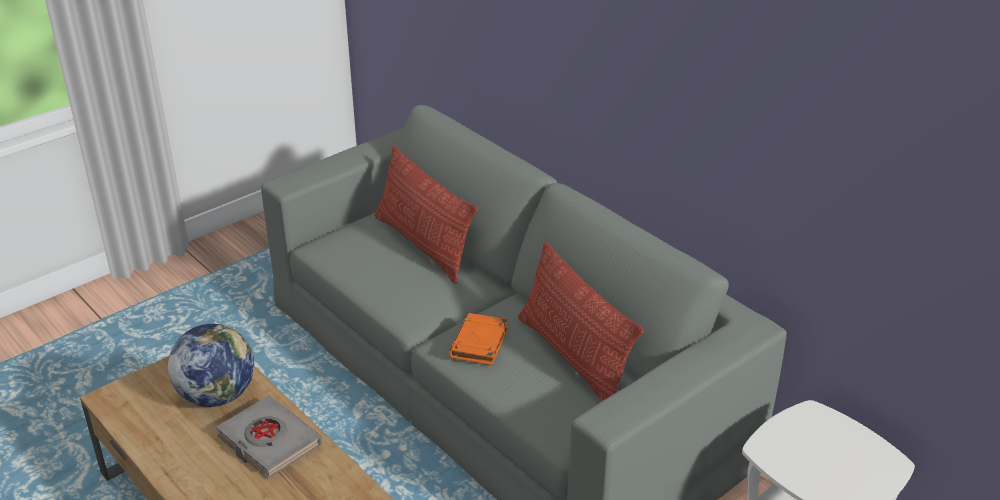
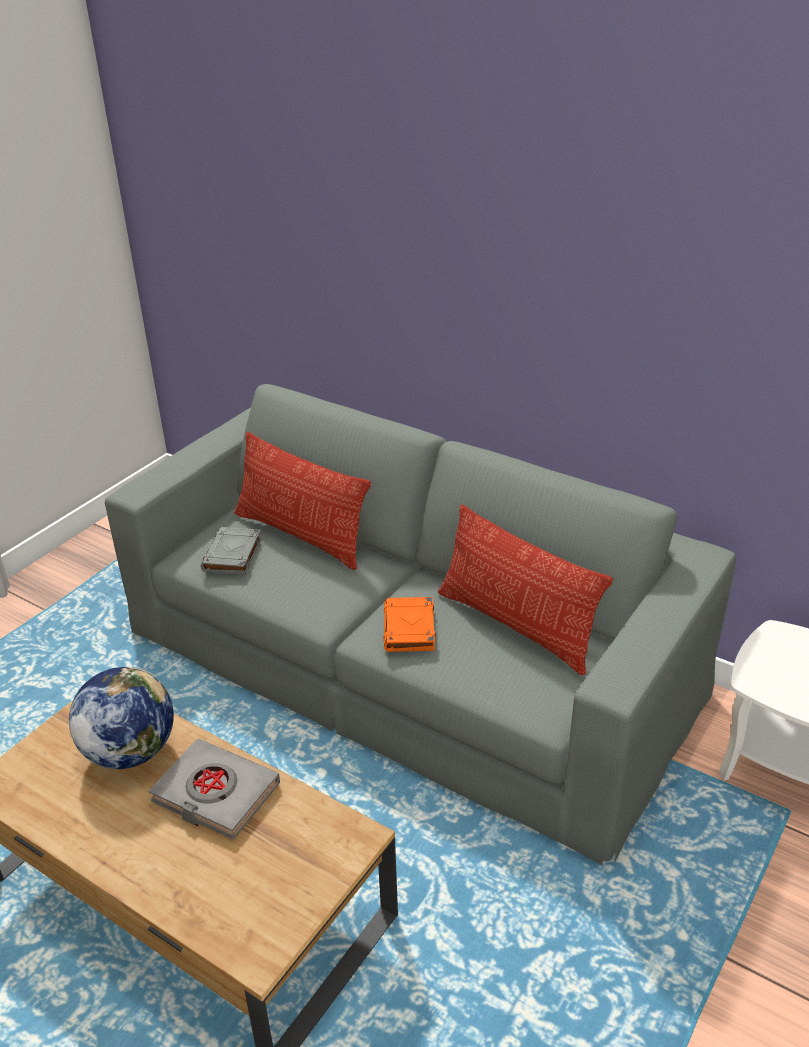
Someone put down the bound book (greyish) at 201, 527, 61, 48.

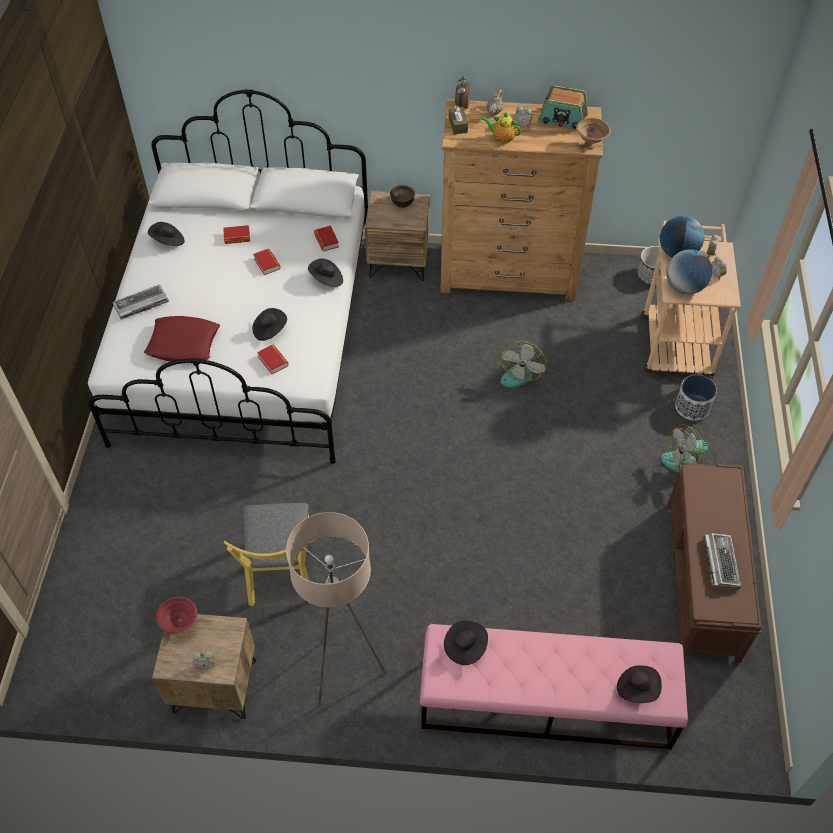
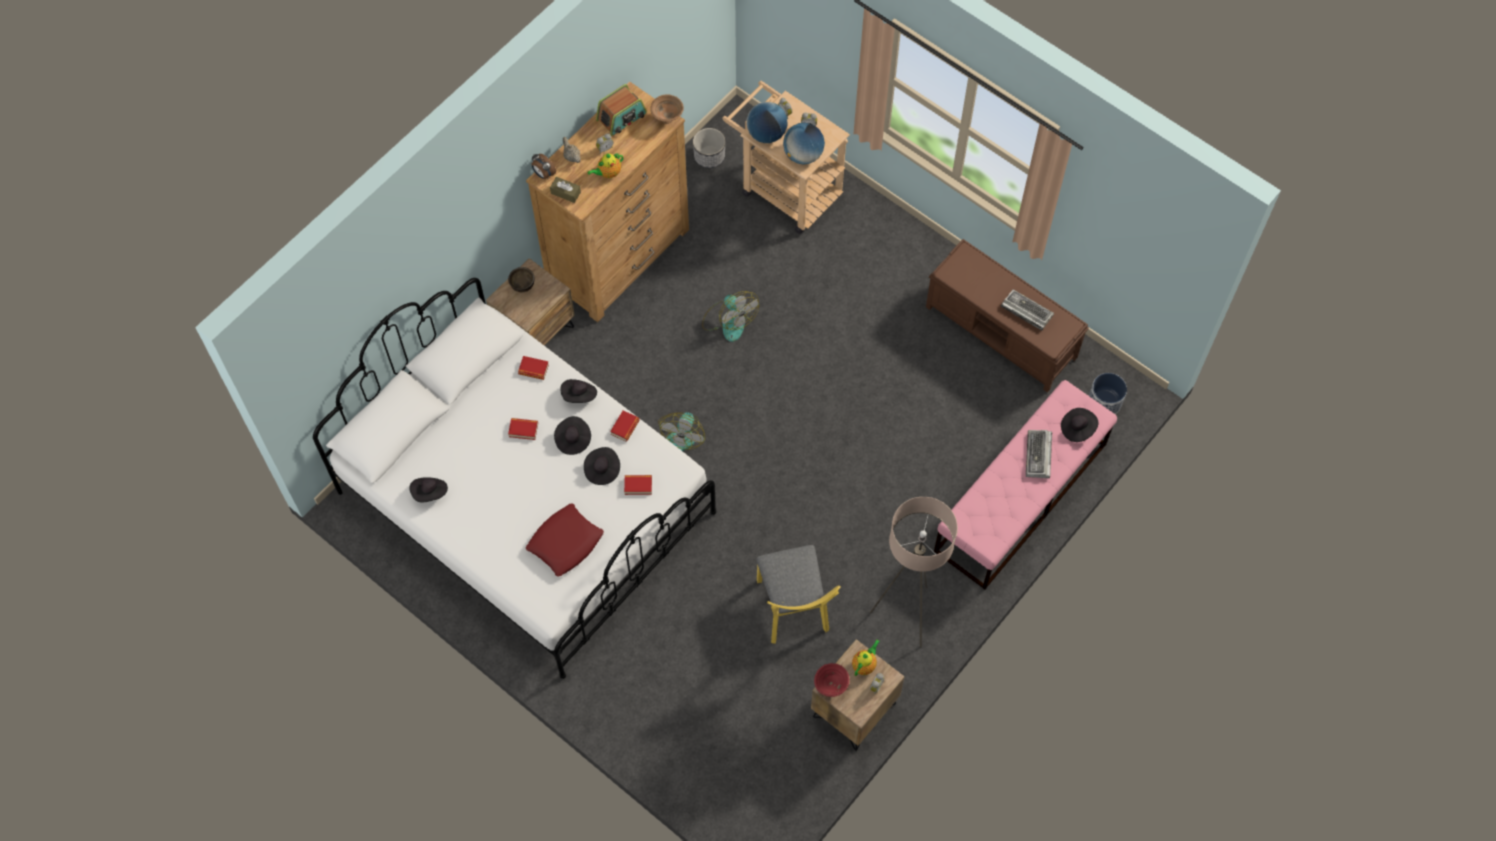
Someone carried the bound book from 223, 225, 27, 19 to 610, 410, 30, 32. Someone carried the keyboard from 113, 285, 56, 35 to 1026, 430, 26, 48. Someone carried the flower pot from 675, 374, 42, 47 to 1089, 373, 38, 41. Someone carried the cooling fan from 661, 424, 52, 49 to 658, 412, 47, 39. Someone rotated the chair (yellow) at 223, 503, 88, 104 by 45 degrees clockwise. Someone carried the clothing hat (black-coloured) from 444, 621, 44, 44 to 554, 416, 37, 39. Someone put down the teapot at 852, 640, 28, 36.

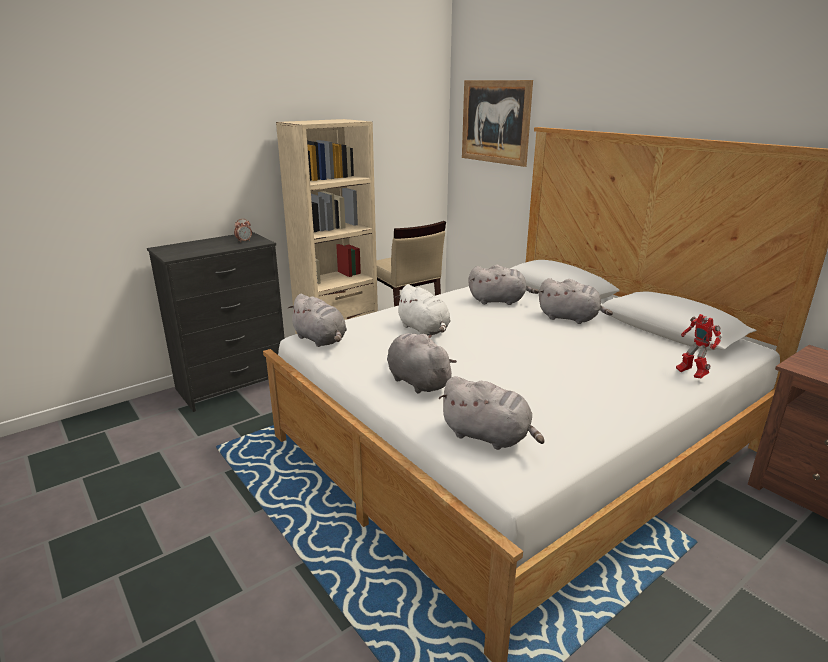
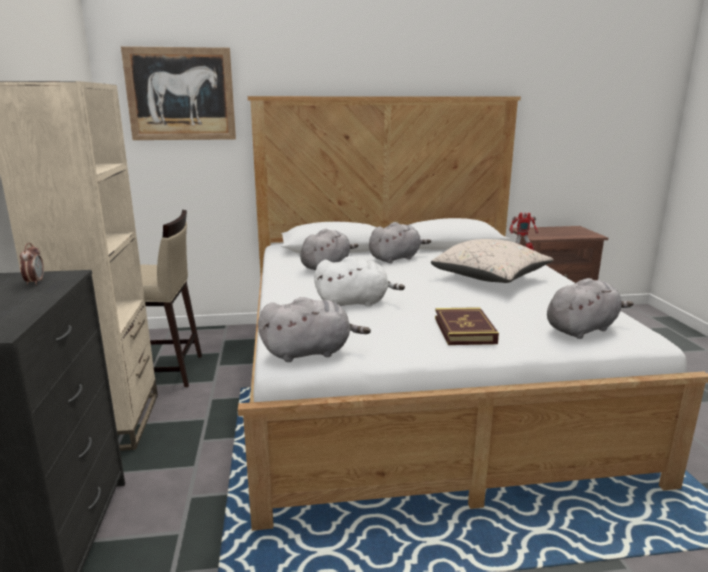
Someone swapped the plush toy (greyish) at 387, 333, 70, 61 for the bound book at 435, 307, 64, 38. Someone put down the cushion (beige-coloured) at 431, 239, 123, 44.

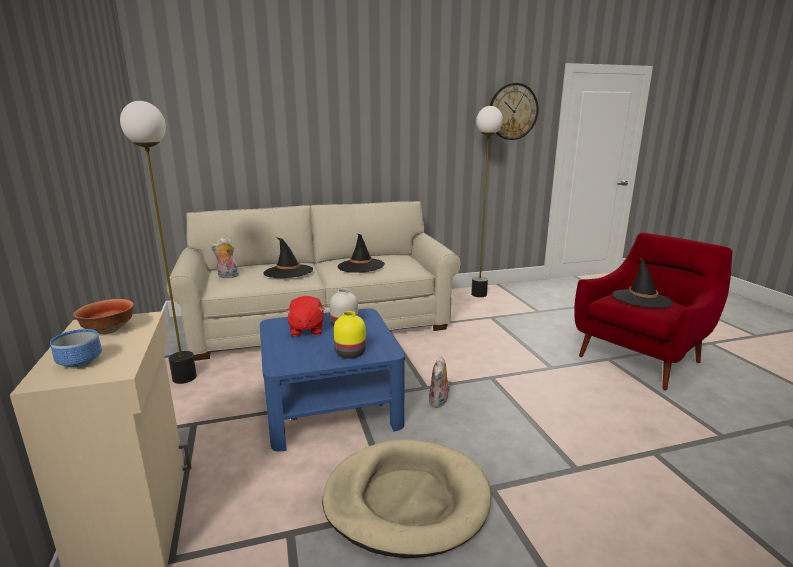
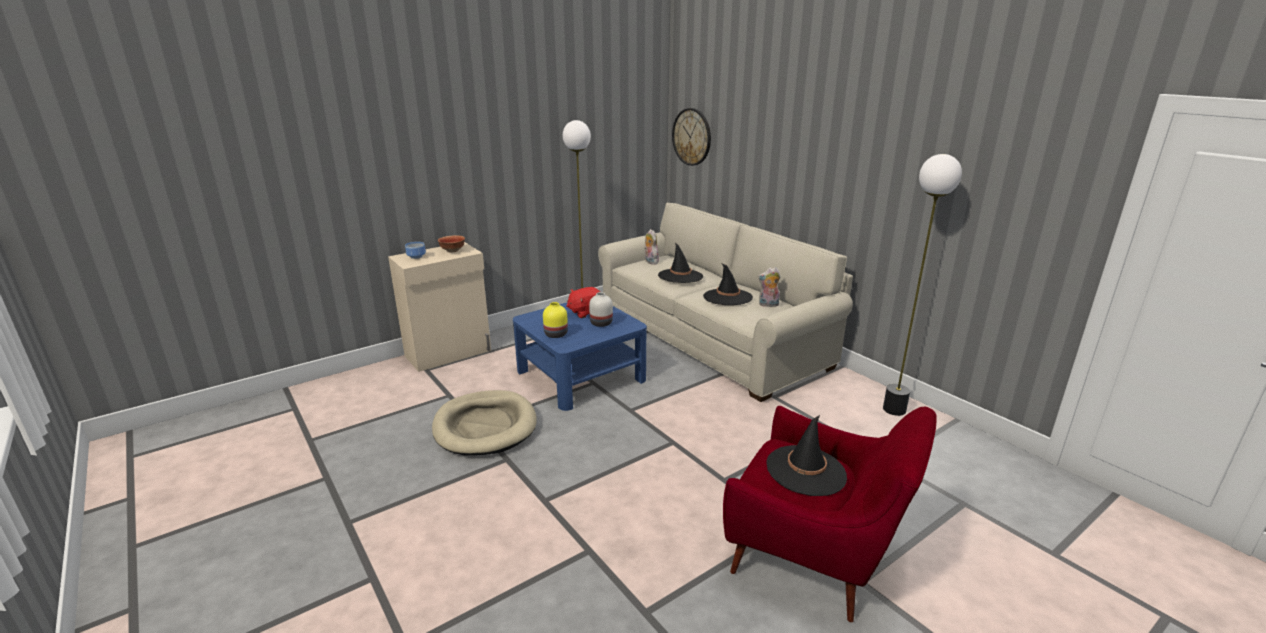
Someone carried the clock on the wall from 490, 83, 48, 57 to 672, 108, 39, 58. Someone carried the plush toy from 429, 357, 23, 51 to 758, 267, 23, 40.

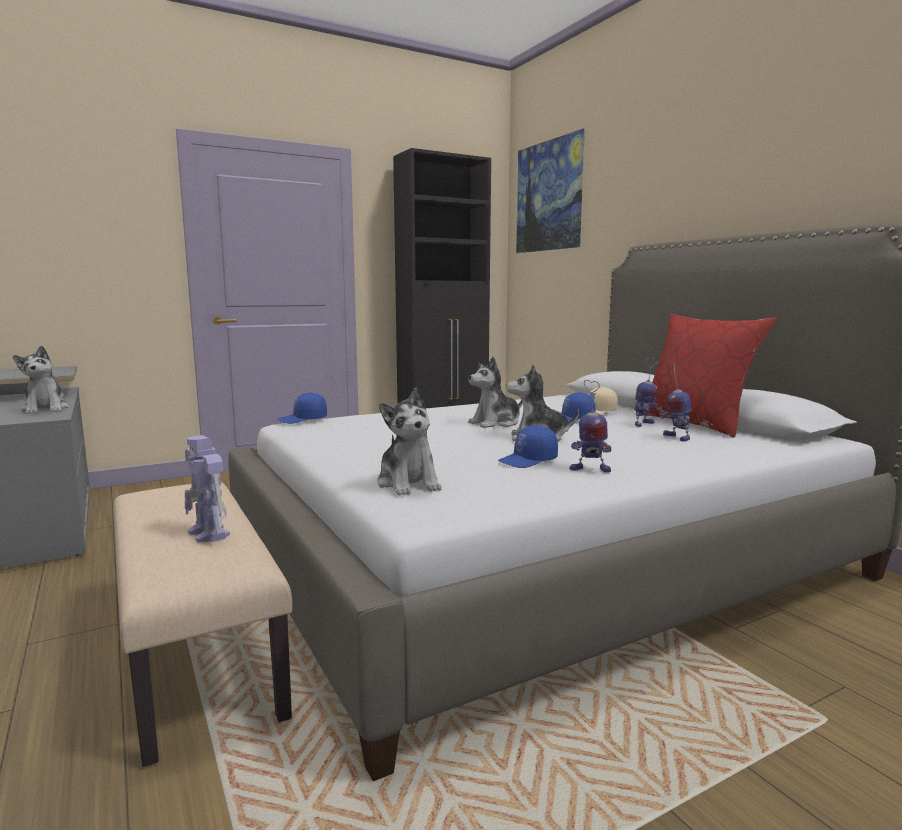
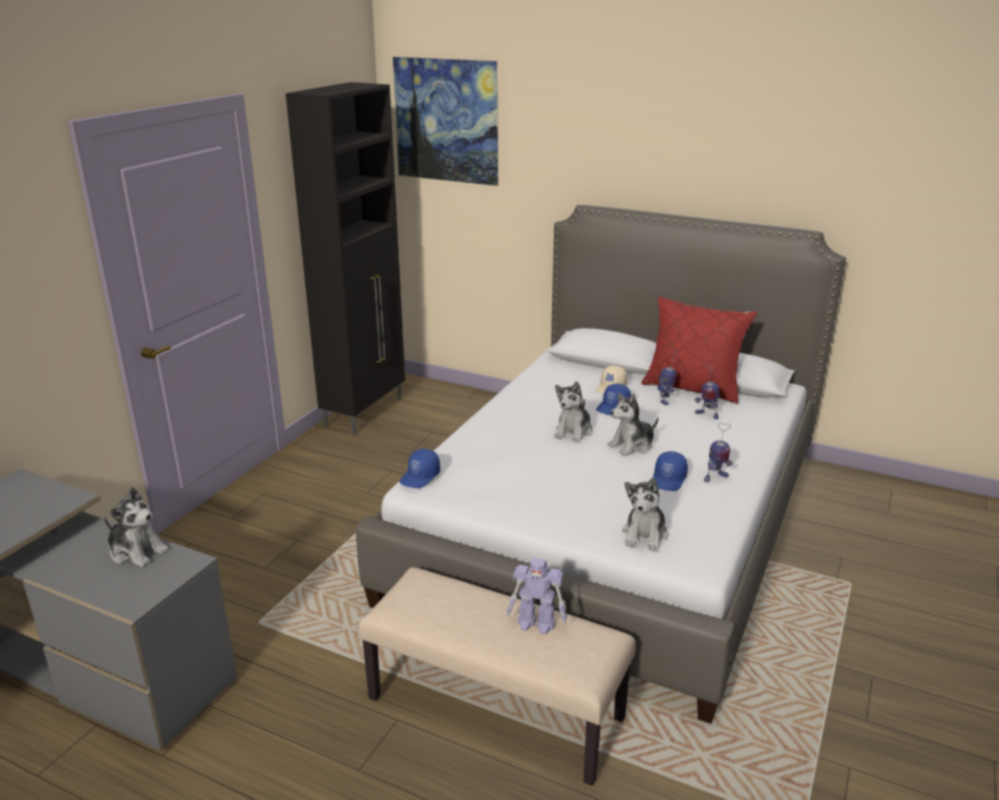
Someone rotated the plush toy at 377, 387, 65, 109 by 75 degrees clockwise.

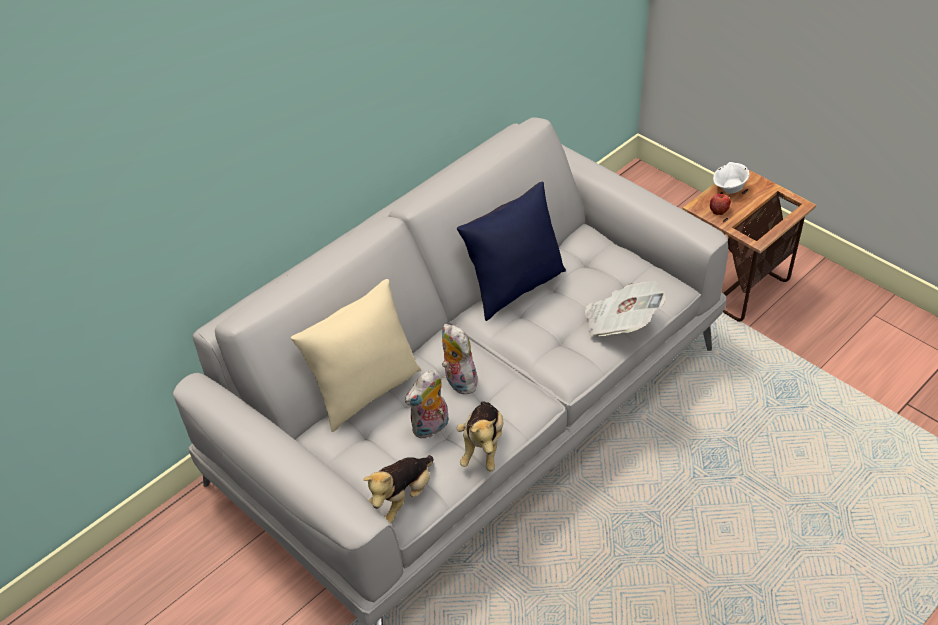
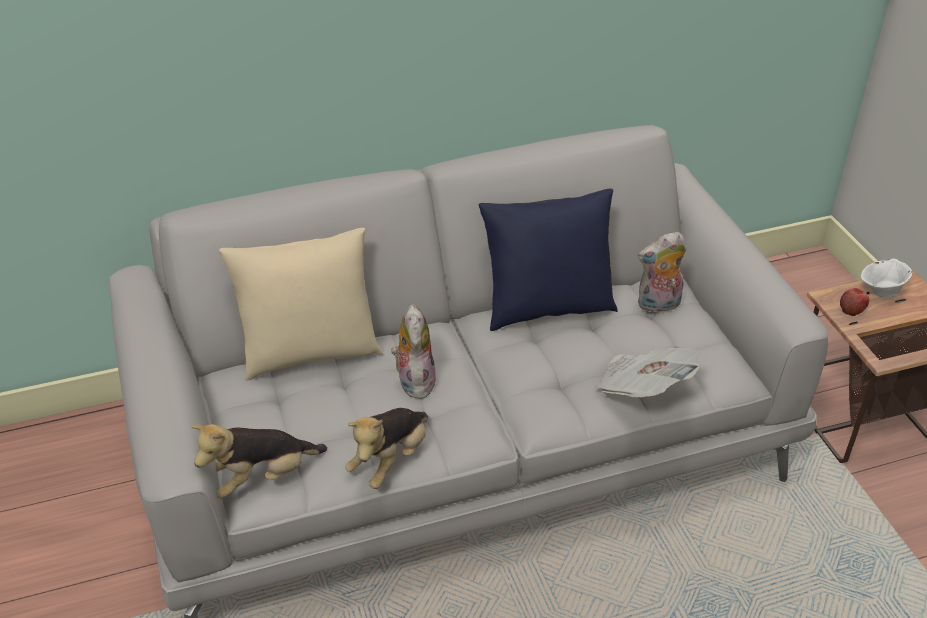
Someone carried the plush toy from 405, 370, 44, 68 to 638, 232, 48, 81.

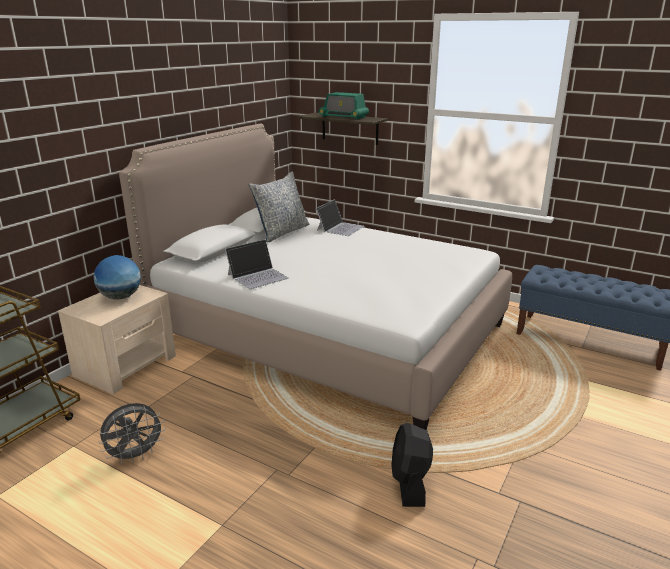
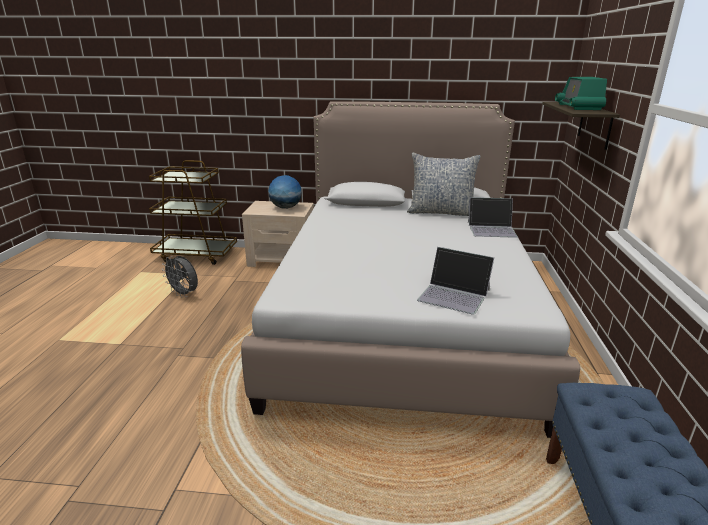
Someone carried the portable computer from 225, 239, 63, 50 to 417, 247, 77, 68. Someone took away the cooling fan (black-coloured) at 391, 423, 42, 84.

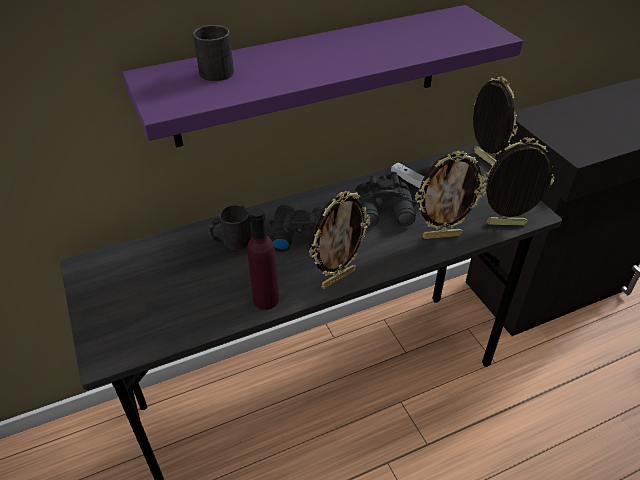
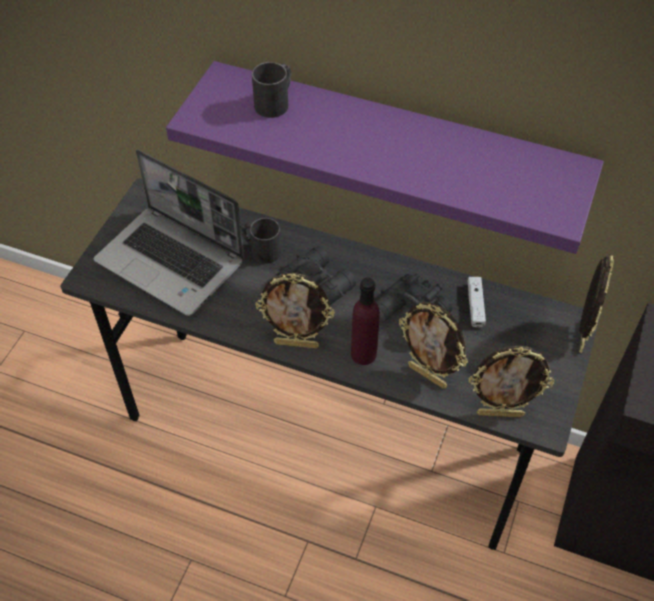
Someone rotated the standing frame at 482, 137, 73, 89 by 135 degrees clockwise. Someone carried the beverage bottle (purple) from 247, 208, 32, 102 to 351, 277, 29, 88. Someone put down the portable computer at 94, 149, 150, 167.

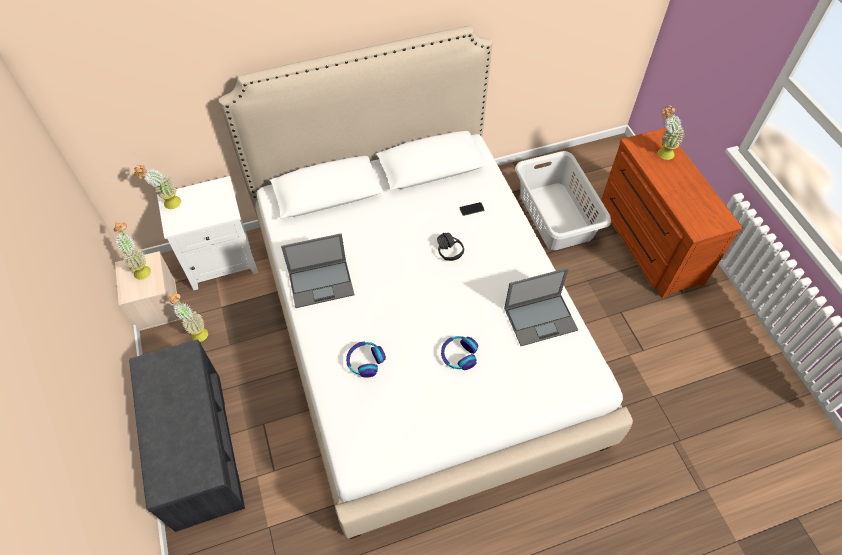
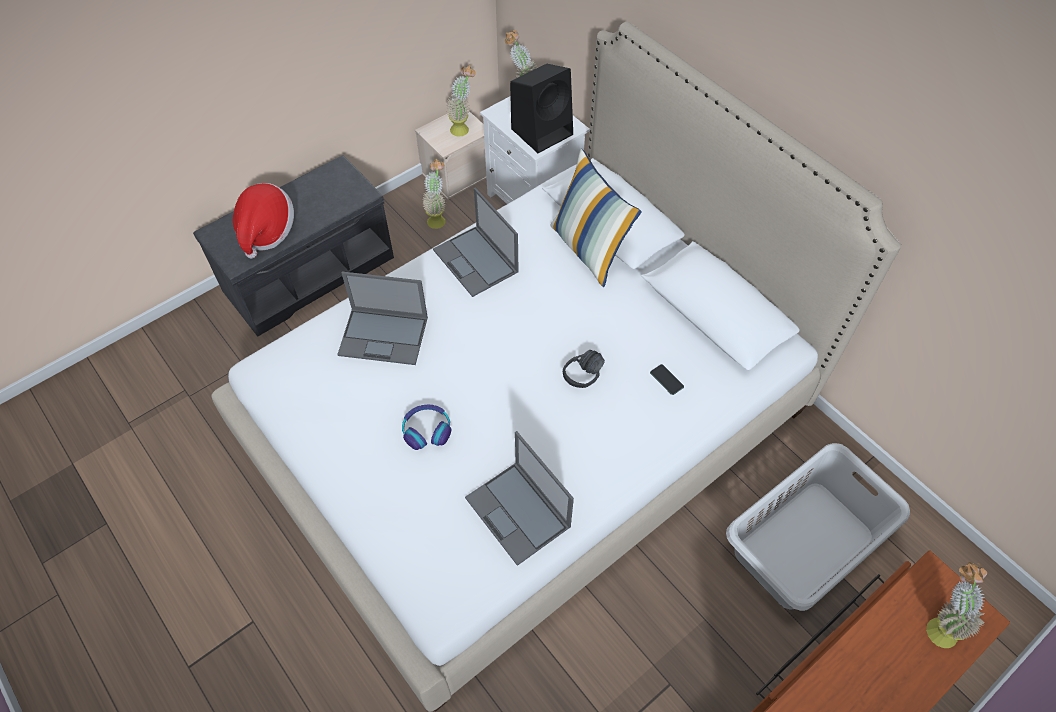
Someone swapped the pair of headphones at 346, 342, 40, 36 for the portable computer at 337, 272, 91, 93. Someone put down the audio speaker (black-coloured) at 510, 64, 63, 89. Someone put down the cushion at 550, 149, 92, 138. Someone put down the clothing hat at 233, 183, 61, 76.

